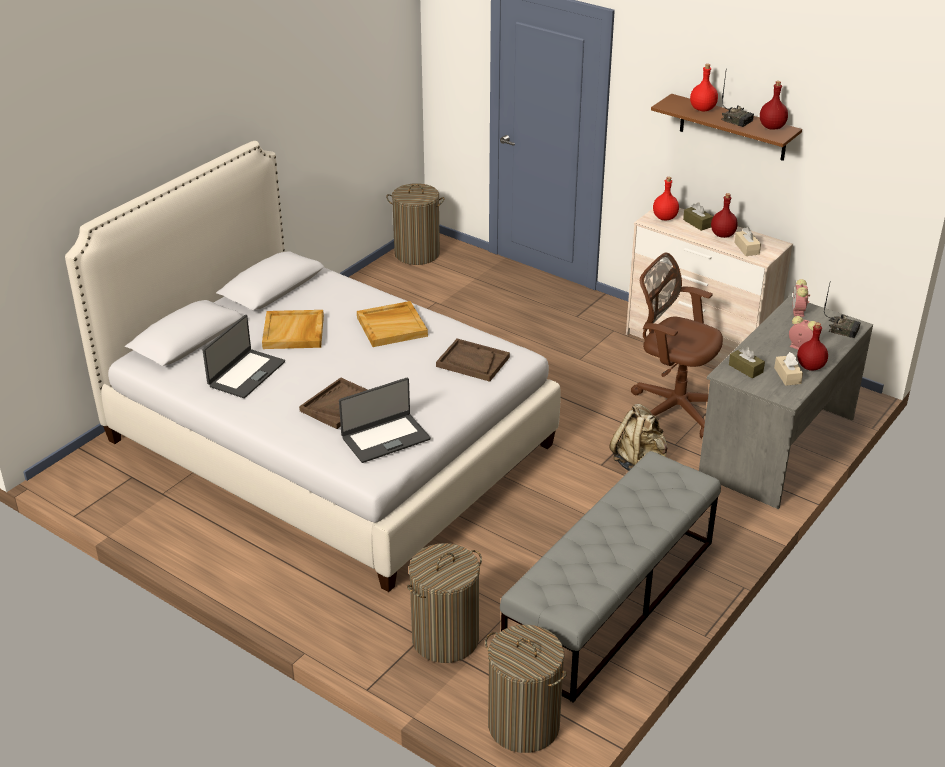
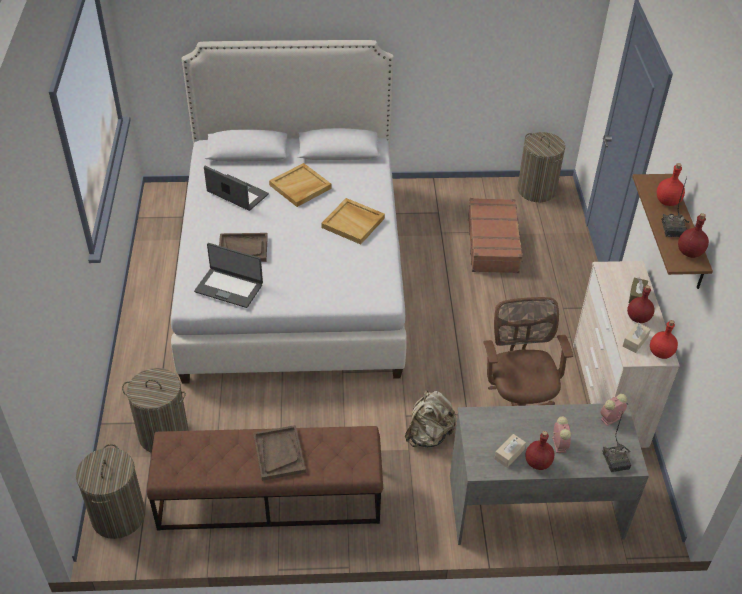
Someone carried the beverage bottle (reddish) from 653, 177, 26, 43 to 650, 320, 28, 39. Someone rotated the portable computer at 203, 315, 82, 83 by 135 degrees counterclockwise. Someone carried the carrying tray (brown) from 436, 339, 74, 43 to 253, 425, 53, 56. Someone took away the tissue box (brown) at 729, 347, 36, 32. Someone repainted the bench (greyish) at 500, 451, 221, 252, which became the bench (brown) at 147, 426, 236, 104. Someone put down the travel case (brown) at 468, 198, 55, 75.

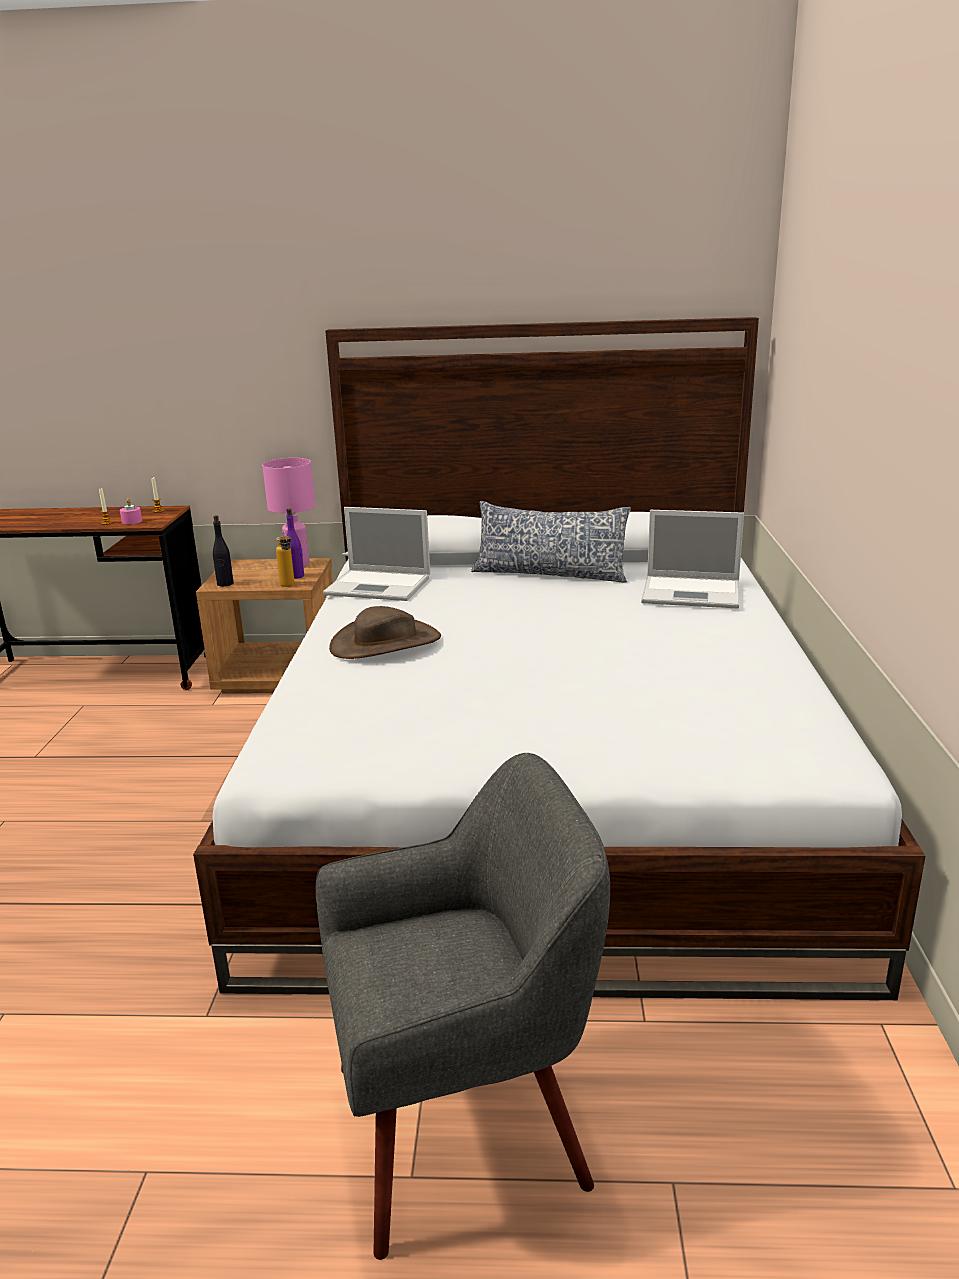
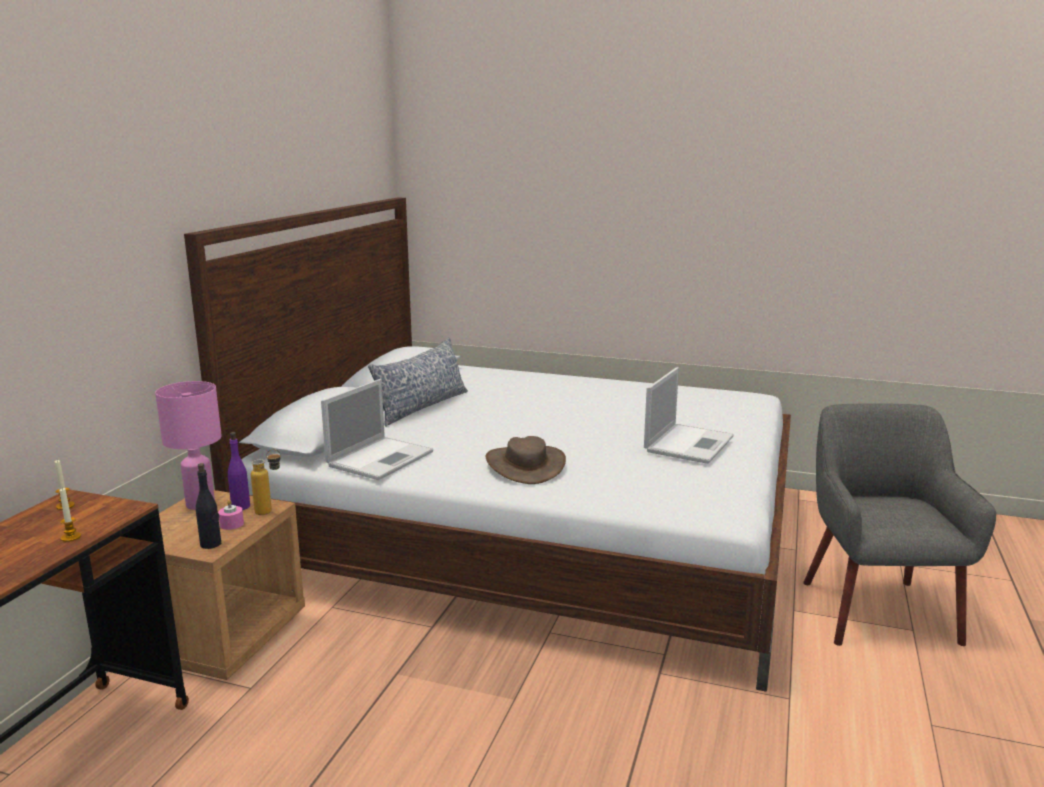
Someone carried the wax light (pinkish) from 120, 499, 22, 25 to 218, 499, 26, 31. Someone carried the portable computer from 641, 510, 103, 99 to 644, 367, 90, 97.

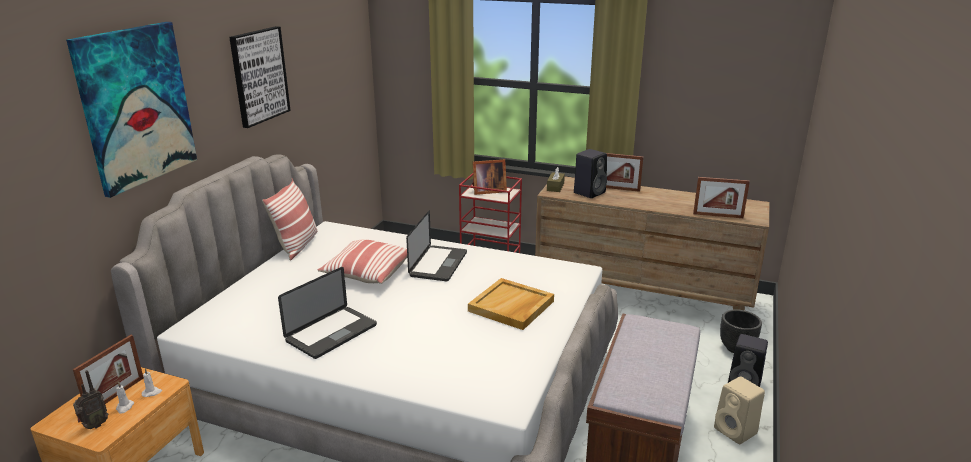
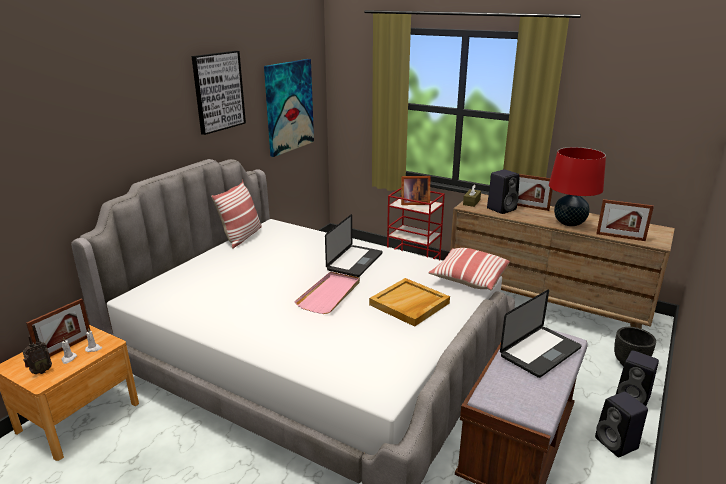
Someone carried the picture from 66, 22, 131, 176 to 264, 59, 50, 98. Someone carried the cushion from 318, 239, 89, 45 to 429, 248, 81, 42. Someone carried the portable computer from 278, 267, 99, 92 to 500, 289, 82, 89. Someone repainted the audio speaker (beige-coloured) at 714, 376, 51, 68, which became the audio speaker (black-coloured) at 595, 392, 53, 65. Someone put down the tabletop lamp (reddish) at 549, 147, 57, 79. Someone put down the carrying tray (pinkish) at 294, 272, 66, 42.

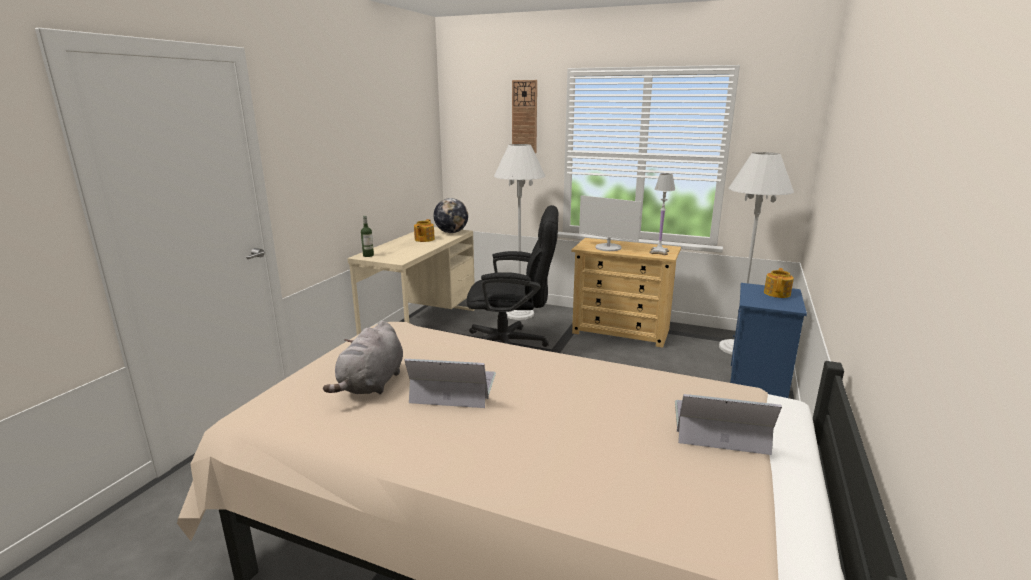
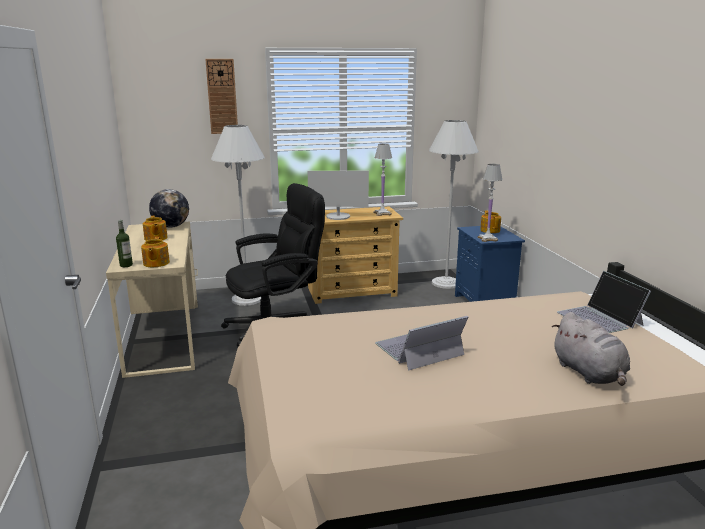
Someone carried the plush toy (greyish) from 323, 321, 80, 73 to 552, 312, 78, 74. Someone rotated the portable computer at 675, 394, 107, 61 by 90 degrees counterclockwise. Someone put down the tabletop lamp (white-coloured) at 478, 164, 25, 78. Someone put down the teapot at 141, 237, 29, 30.

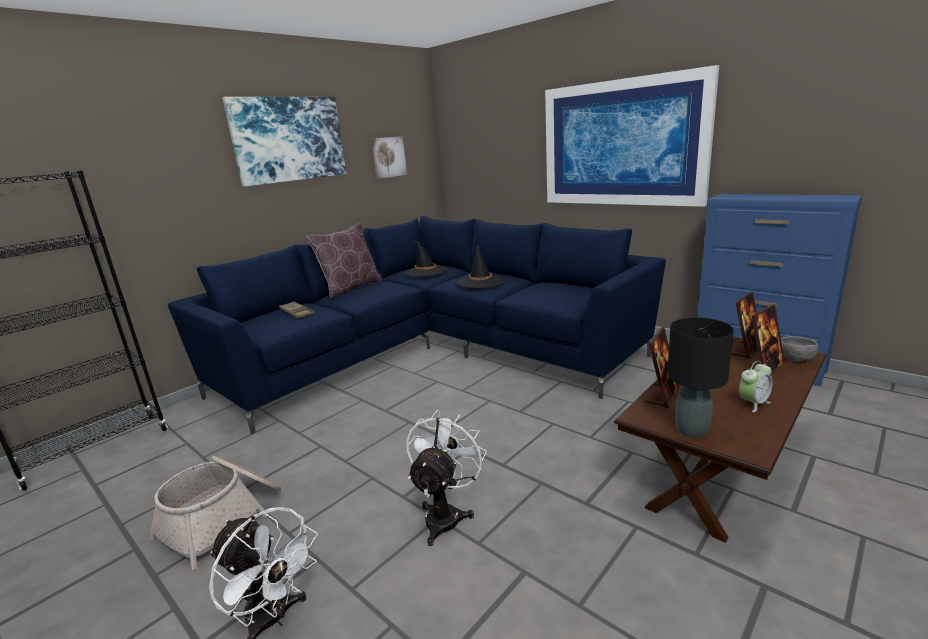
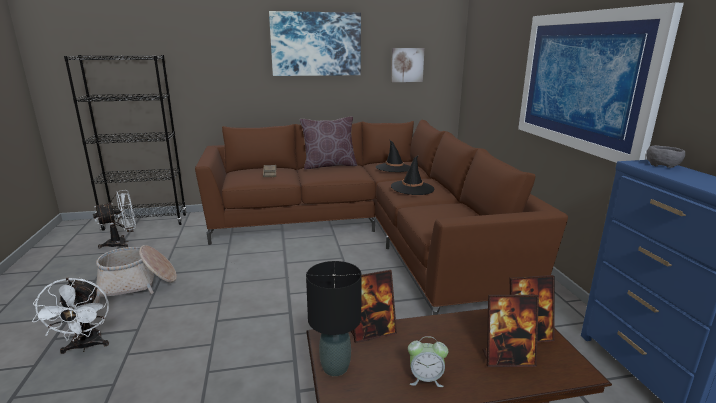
Someone repainted the couch (blue) at 168, 216, 498, 218, which became the couch (brown) at 195, 120, 373, 195. Someone carried the deep dish (greyish) from 781, 336, 37, 26 to 646, 145, 39, 23. Someone carried the cooling fan (white-coloured) from 406, 410, 81, 136 to 93, 190, 43, 58.

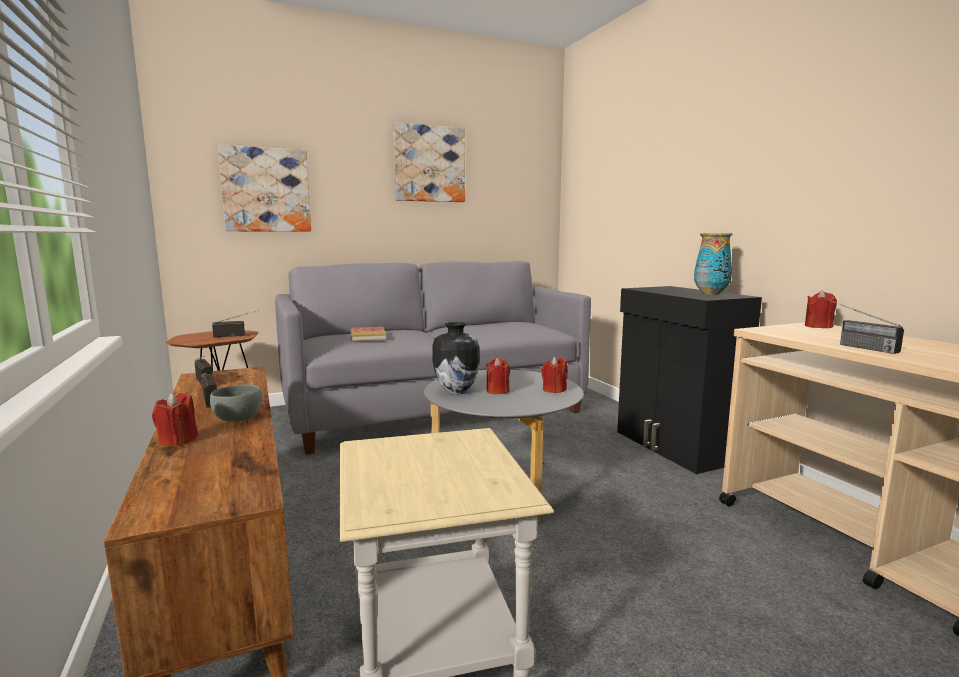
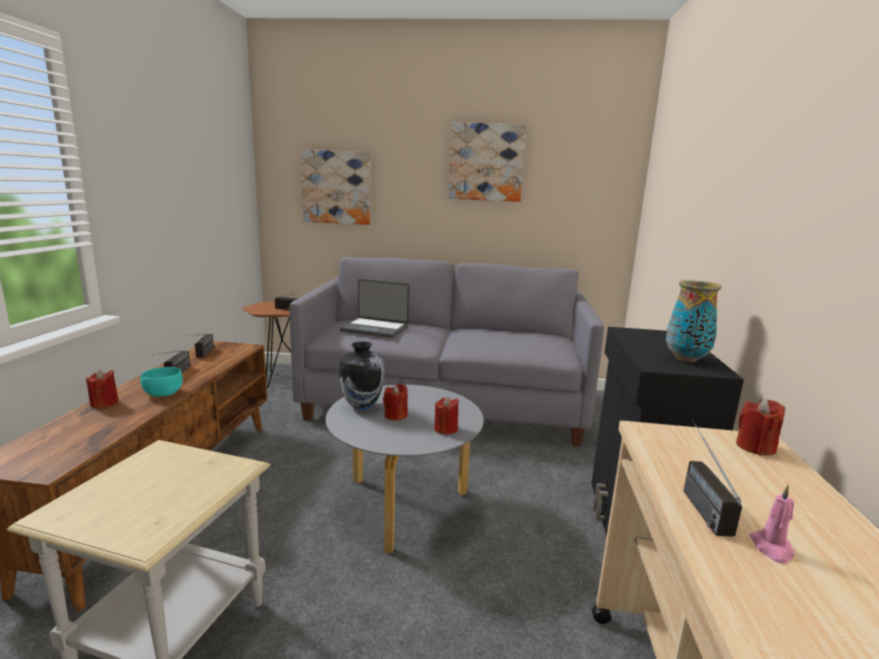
Someone swapped the bound book at 351, 327, 35, 14 for the portable computer at 340, 279, 70, 59. Someone repainted the deep dish (greyish) at 210, 384, 53, 38, which became the deep dish (turquoise-coloured) at 140, 367, 43, 30. Someone put down the wax light (pinkish) at 749, 485, 45, 79.

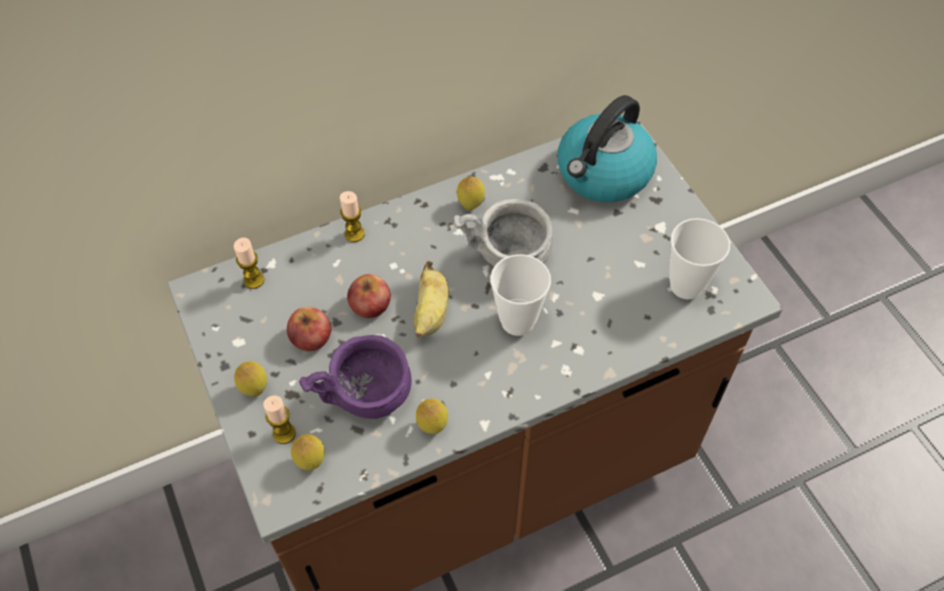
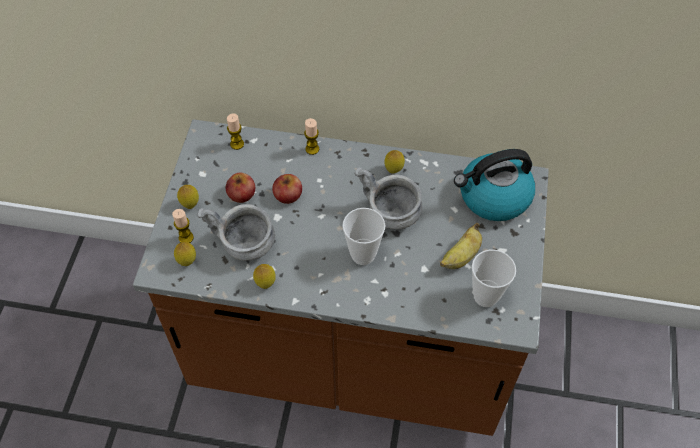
Someone carried the whole banana from 414, 261, 35, 77 to 440, 223, 42, 46. Someone repainted the deep dish (purple) at 299, 335, 113, 84, which became the deep dish (greyish) at 197, 204, 78, 57.

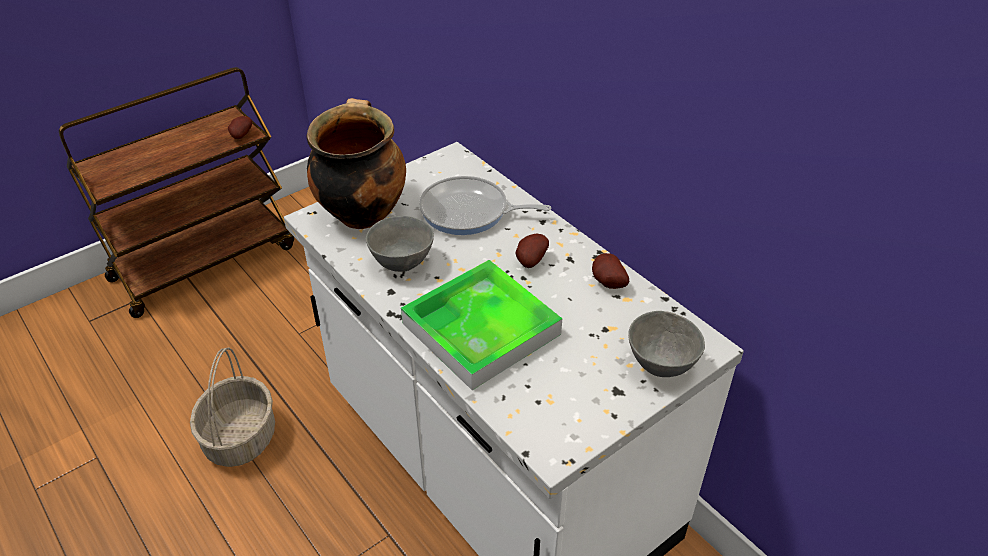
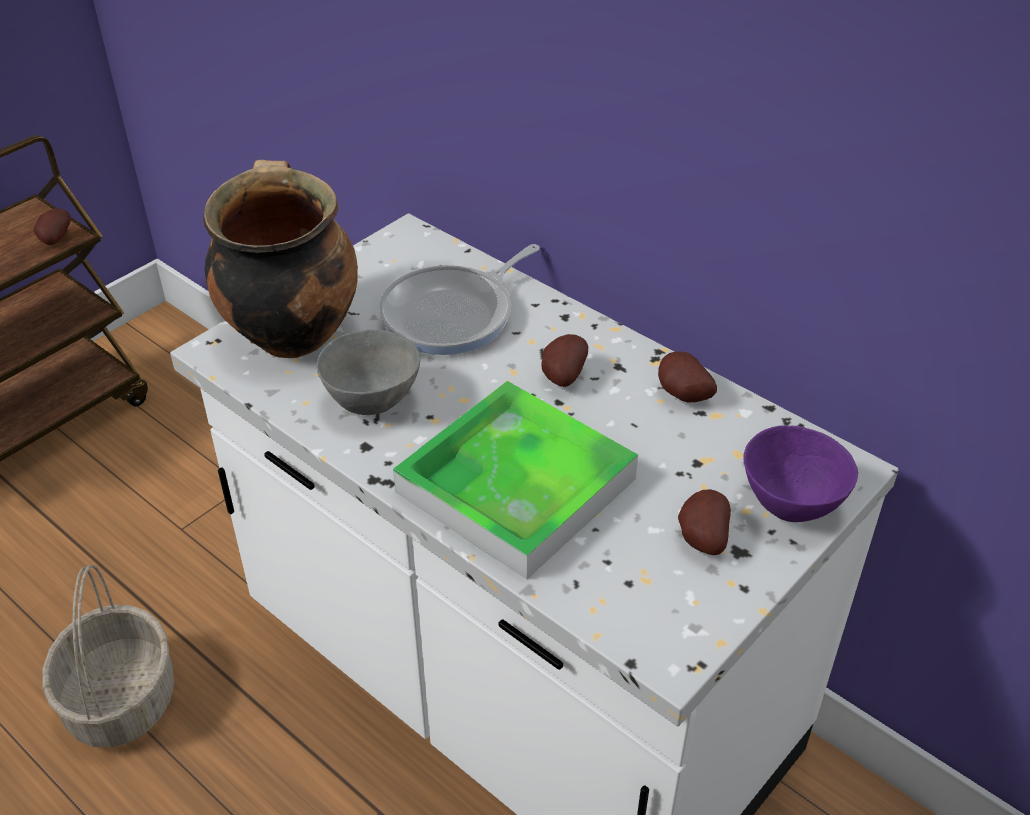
Someone rotated the pan at 419, 176, 132, 59 by 45 degrees counterclockwise. Someone repainted the deep dish (greyish) at 628, 311, 77, 66, which became the deep dish (purple) at 743, 425, 115, 97. Someone put down the spud at 678, 489, 53, 66.

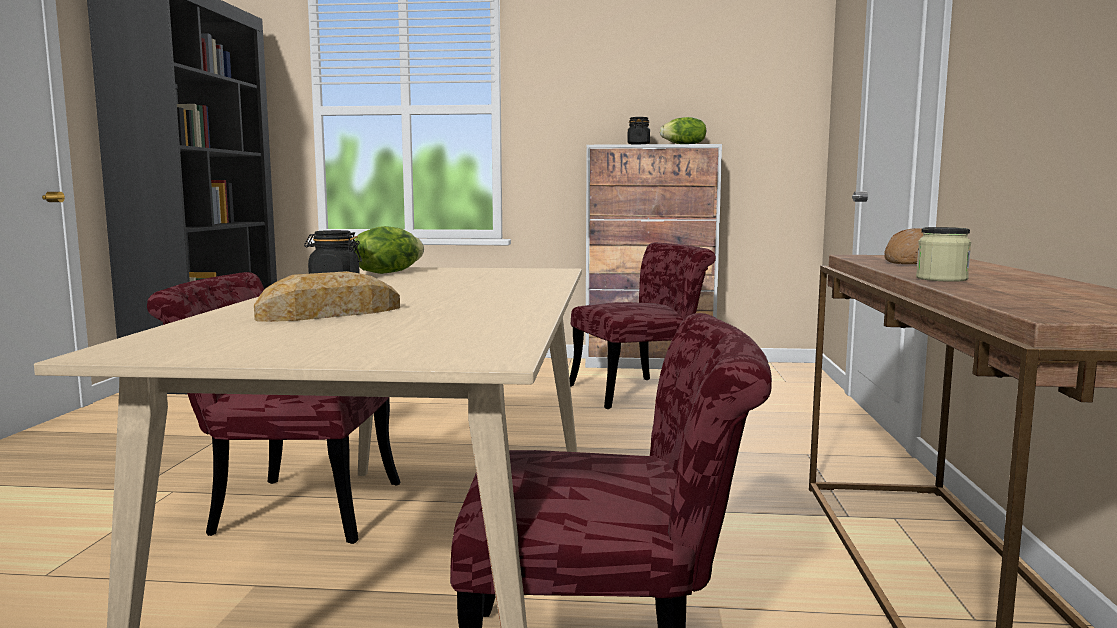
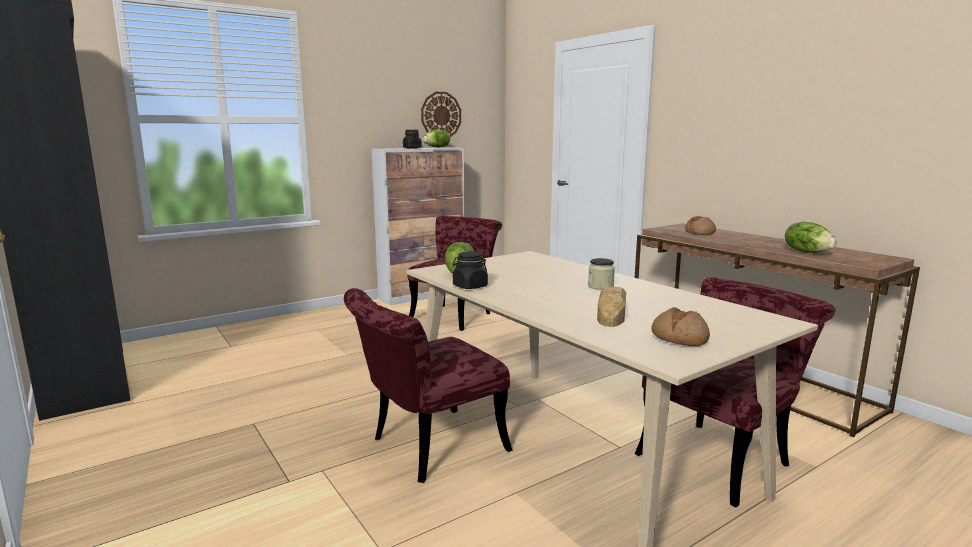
Someone carried the jar from 916, 227, 55, 55 to 588, 258, 27, 32. Someone put up the clock on the wall at 421, 92, 40, 45. Someone put down the lettuce head at 785, 222, 52, 31. Someone put down the bread at 651, 307, 59, 39.

